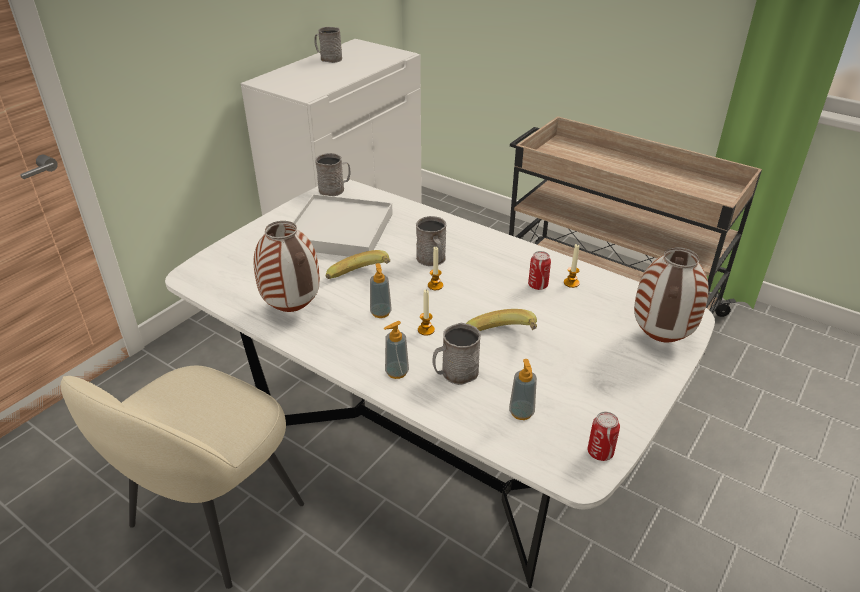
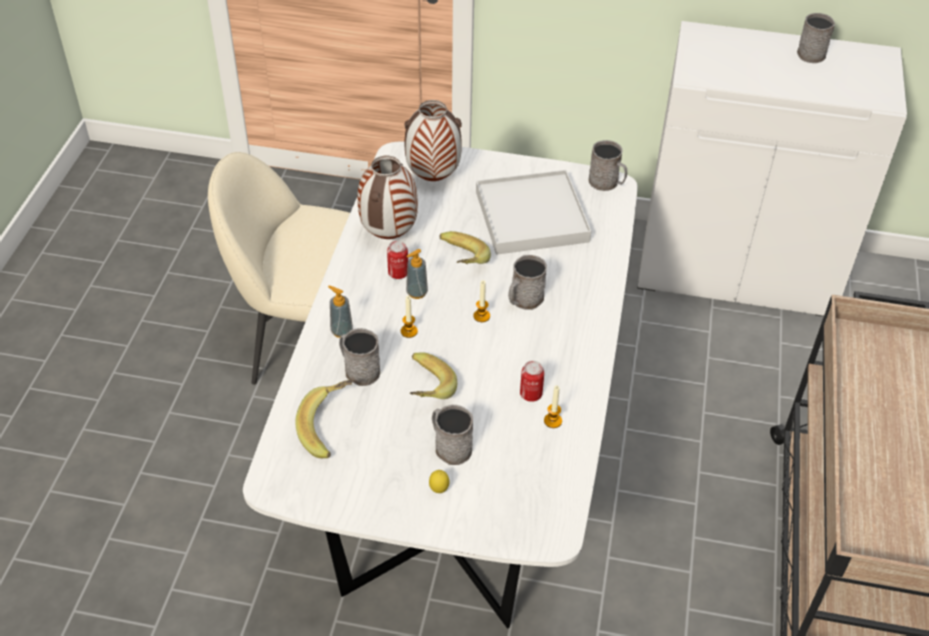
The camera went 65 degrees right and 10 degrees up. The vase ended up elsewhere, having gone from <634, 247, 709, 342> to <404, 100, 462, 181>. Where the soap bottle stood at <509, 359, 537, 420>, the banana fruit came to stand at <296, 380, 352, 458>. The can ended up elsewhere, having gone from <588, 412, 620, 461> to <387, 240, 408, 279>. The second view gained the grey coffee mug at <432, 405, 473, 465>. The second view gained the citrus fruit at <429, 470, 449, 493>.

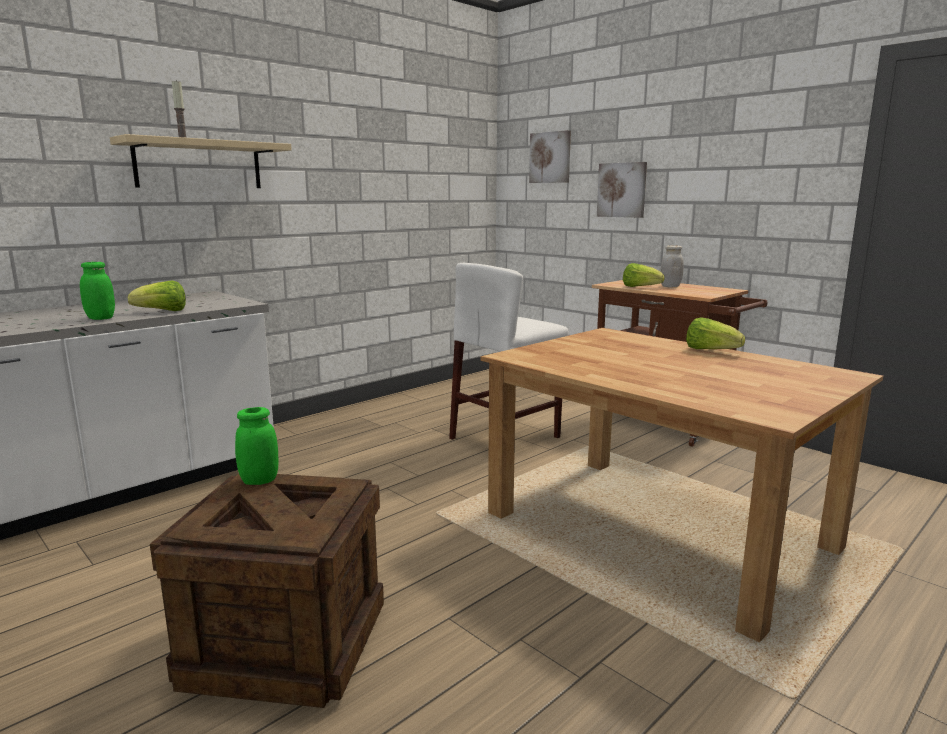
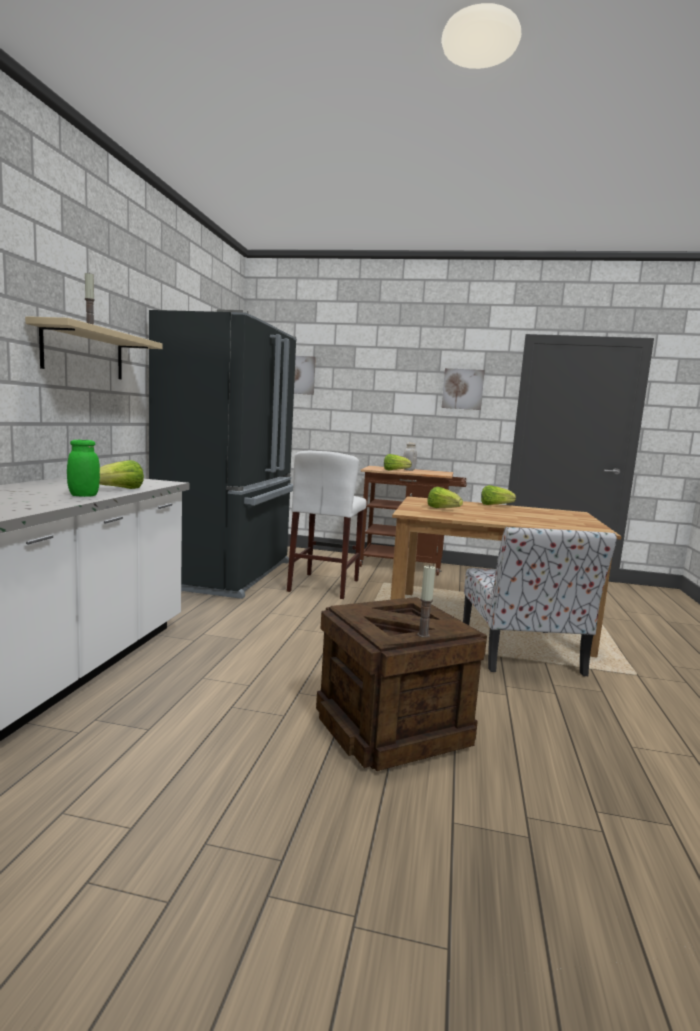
The camera went 35 degrees left and 5 degrees down. The picture ended up elsewhere, having gone from <597, 162, 647, 218> to <442, 368, 485, 410>. The second view lost the green storage jar at <235, 407, 279, 485>. The second view gained the black kitchen fridge at <149, 309, 297, 599>. The second view gained the head of lettuce at <427, 487, 463, 508>. The second view gained the plain chair at <463, 527, 617, 676>. The second view gained the candle at <418, 565, 435, 638>.

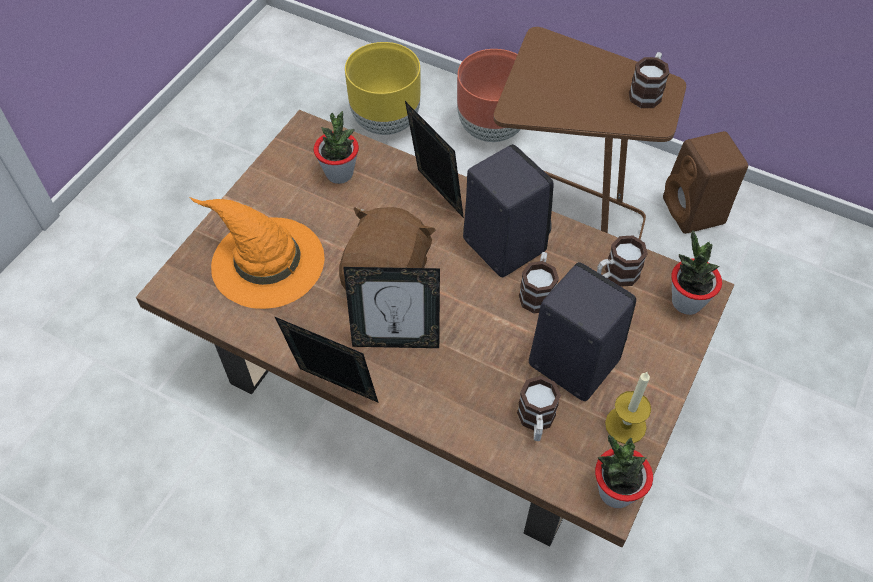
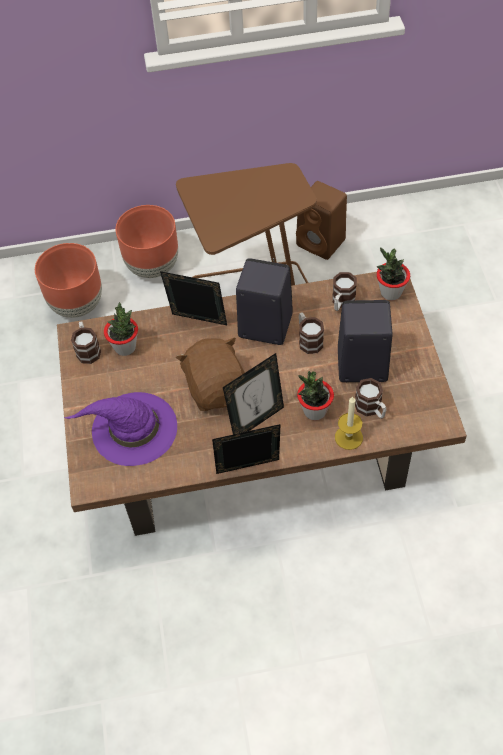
The camera went 35 degrees left and 0 degrees up. What was the yellow-coloured plant pot at <345, 42, 421, 135> turned into the brown-coloured plant pot at <35, 243, 102, 318>. The coffee mug ended up elsewhere, having gone from <629, 52, 669, 108> to <71, 321, 101, 364>. What was the orange clothing hat at <190, 197, 324, 309> turned into the purple clothing hat at <64, 392, 177, 466>. The candle ended up elsewhere, having gone from <605, 371, 651, 444> to <335, 396, 363, 450>. The houseplant ended up elsewhere, having gone from <595, 435, 653, 508> to <297, 371, 334, 420>.

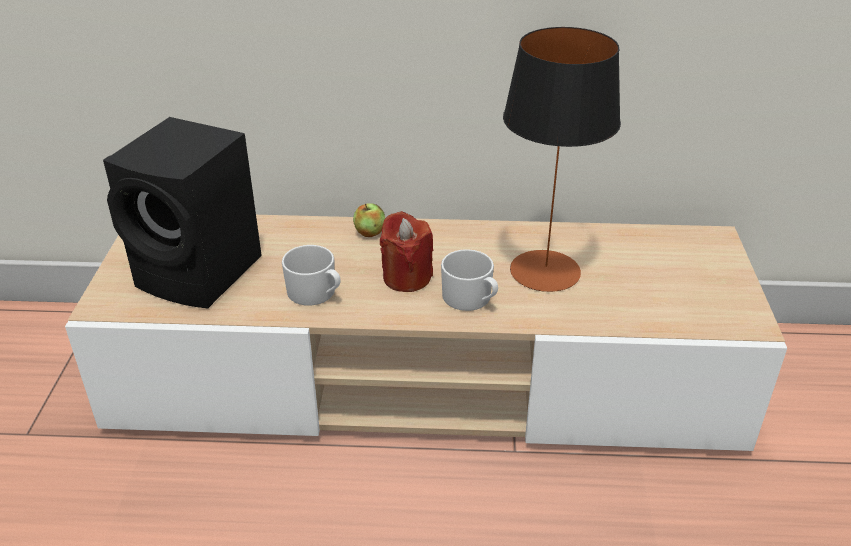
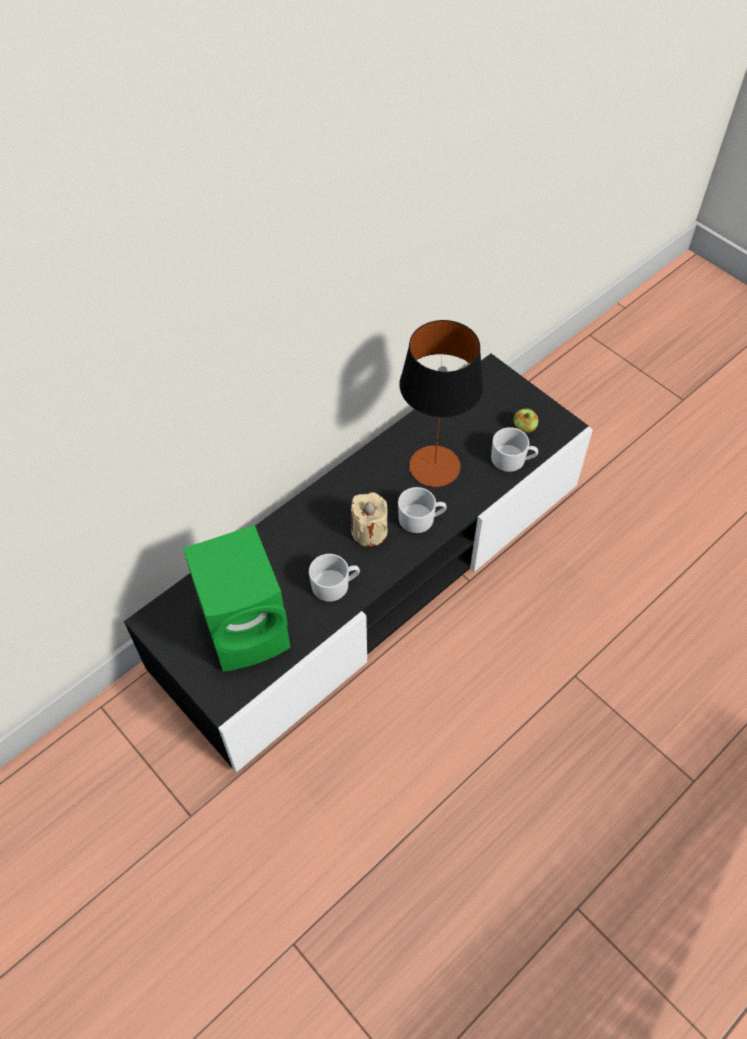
The camera went 45 degrees left and 20 degrees up. What was the black audio speaker at <103, 117, 262, 308> turned into the green audio speaker at <183, 525, 291, 672>. The apple fruit ended up elsewhere, having gone from <353, 204, 385, 237> to <514, 408, 538, 433>. What was the red-coloured candle at <380, 212, 433, 292> turned into the beige candle at <351, 492, 387, 547>. What was the beige media console at <65, 215, 787, 451> turned into the black media console at <124, 354, 593, 772>. The second view gained the white coffee mug at <491, 427, 538, 472>.

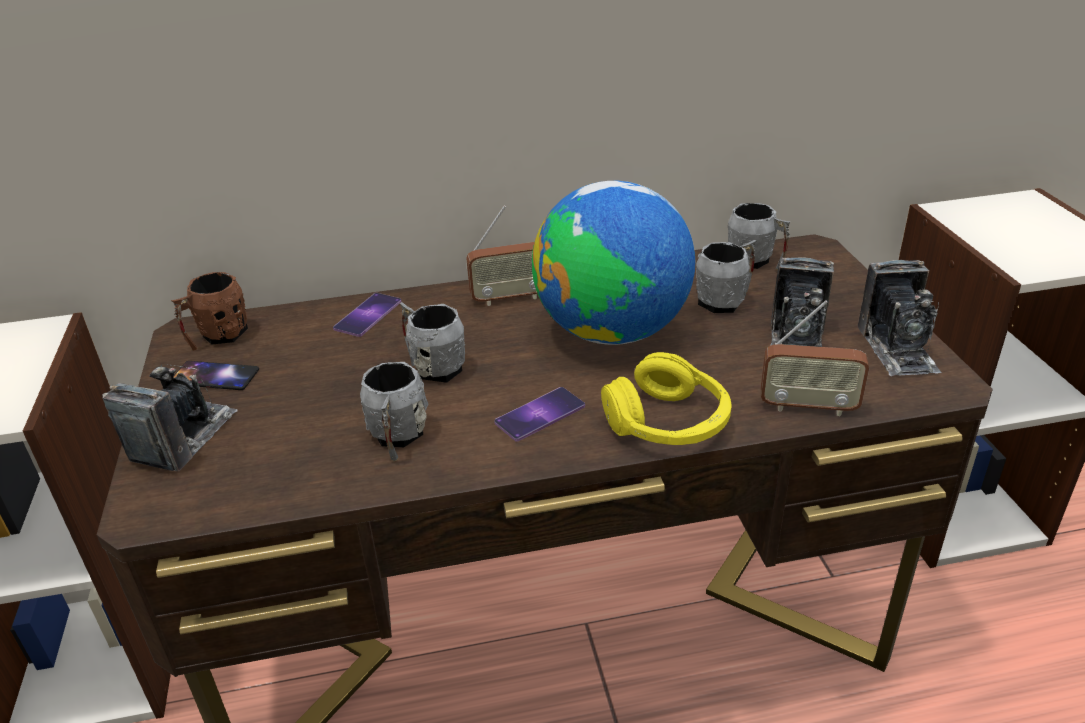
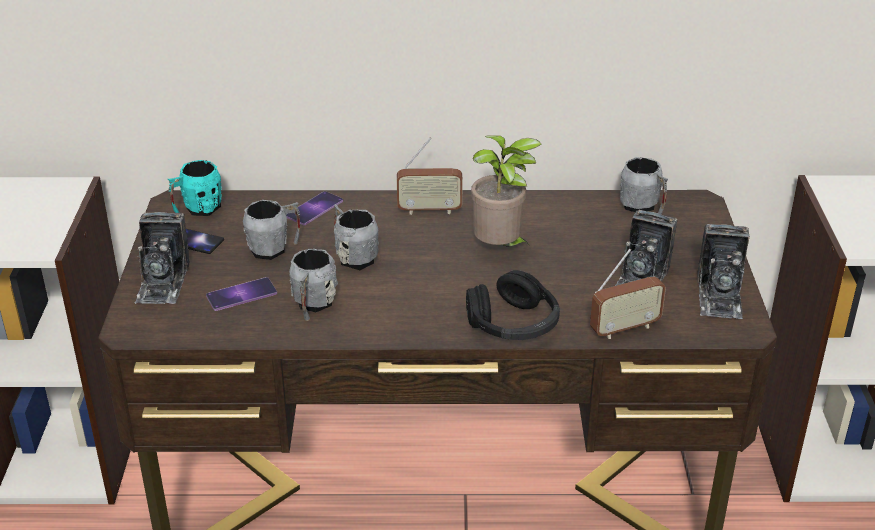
The camera went 10 degrees right and 0 degrees up. Where the globe stood at <532, 181, 696, 345>, the houseplant came to stand at <471, 135, 542, 247>. The grey coffee mug ended up elsewhere, having gone from <696, 240, 756, 313> to <243, 200, 300, 260>. What was the brown-coloured coffee mug at <171, 272, 248, 350> turned into the turquoise-coloured coffee mug at <168, 160, 222, 216>. The radio at <761, 300, 869, 416> ended up facing another way, 45 degrees counterclockwise from before. What was the yellow-coloured headphones at <601, 352, 732, 445> turned into the black headphones at <466, 270, 560, 340>. The still camera at <102, 364, 238, 472> ended up facing another way, 150 degrees clockwise from before. The handset ended up elsewhere, having gone from <494, 387, 585, 442> to <206, 277, 277, 311>.

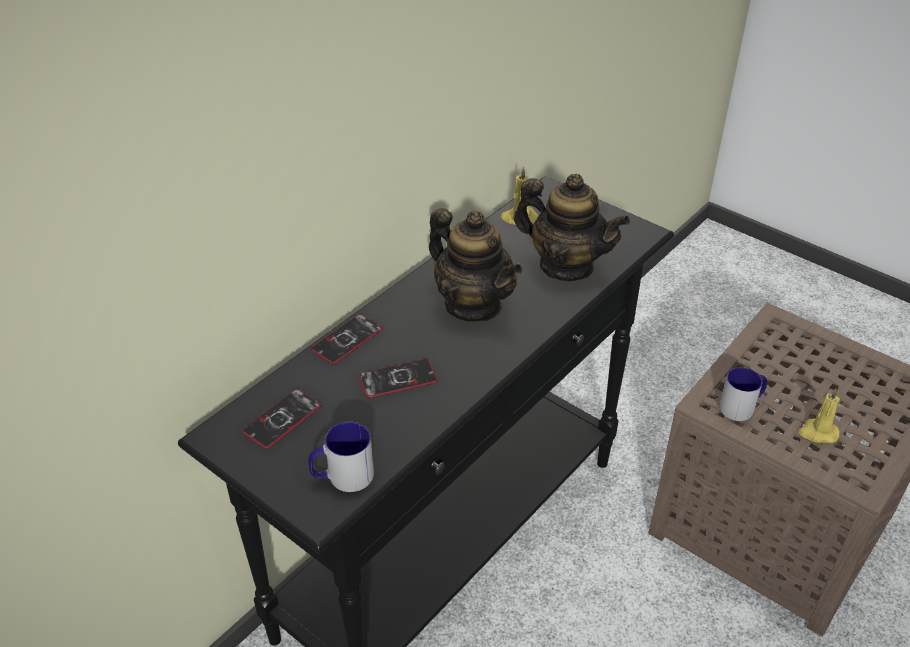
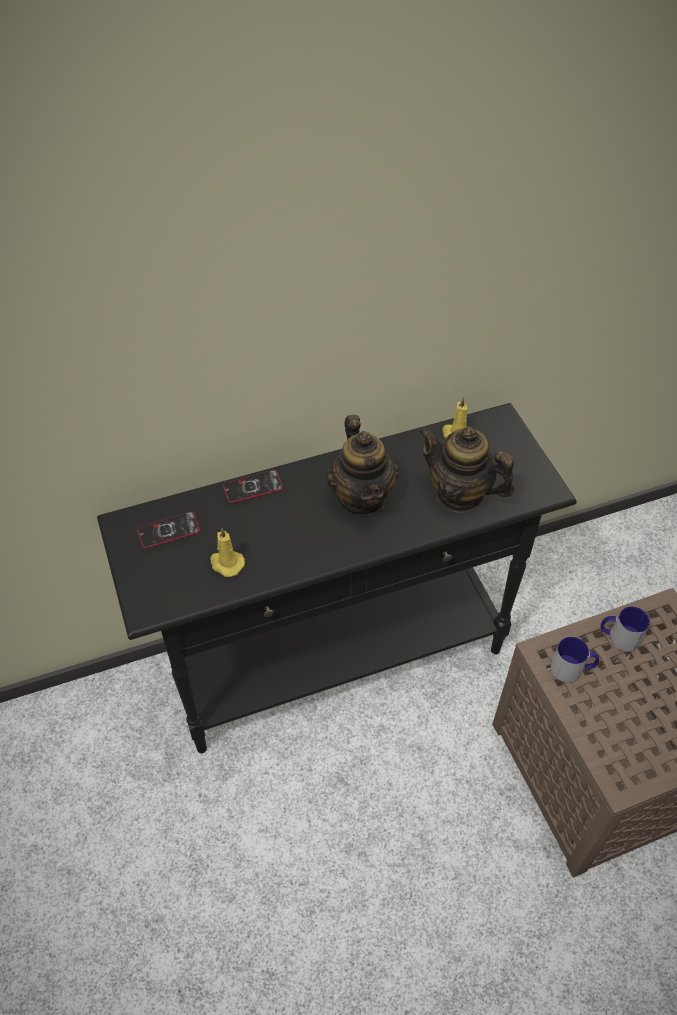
The camera went 30 degrees right and 10 degrees up. The teapot at <514, 174, 630, 281> ended up facing another way, 150 degrees clockwise from before. The second view lost the handset at <358, 358, 438, 398>. The yellow-coloured candle ended up elsewhere, having gone from <799, 388, 840, 443> to <210, 528, 245, 577>. The coffee mug ended up elsewhere, having gone from <308, 422, 374, 492> to <601, 606, 650, 651>.

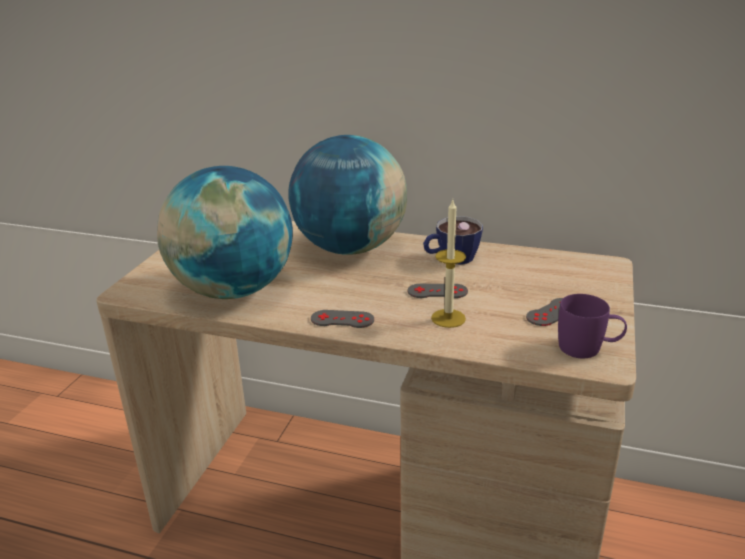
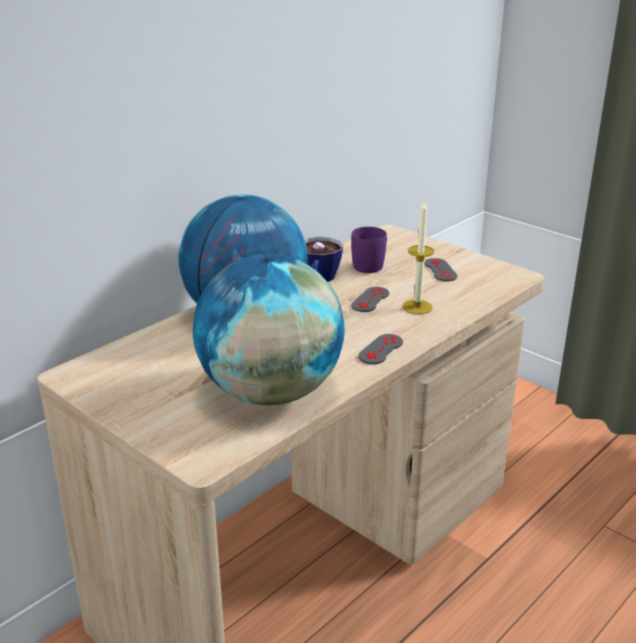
The camera went 65 degrees left and 0 degrees up. The purple coffee mug ended up elsewhere, having gone from <558, 294, 627, 359> to <351, 227, 387, 273>.

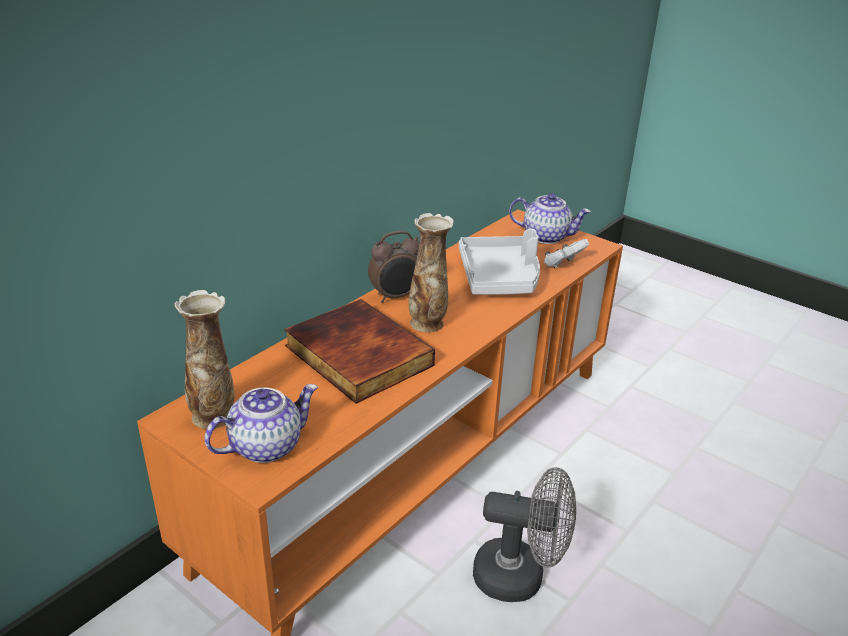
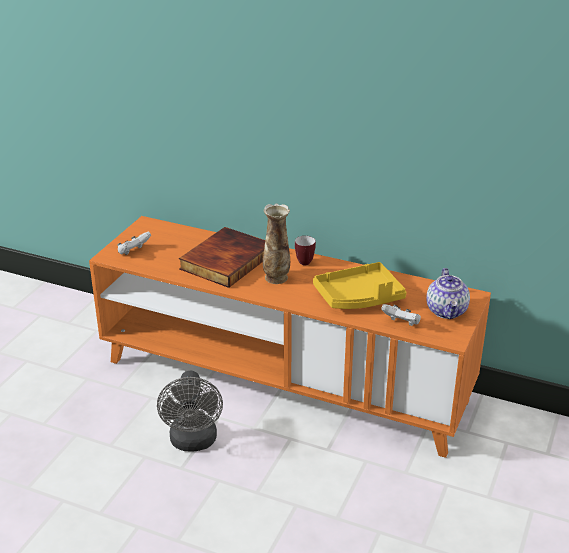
The camera went 75 degrees right and 0 degrees up. What was the grey tray at <459, 229, 540, 295> turned into the yellow-coloured tray at <313, 262, 407, 309>. Where the alarm clock stood at <368, 231, 419, 303>, the coffee mug came to stand at <295, 236, 316, 265>. The second view lost the vase at <174, 290, 234, 429>. Where the teapot stood at <204, 384, 318, 463>, the white joypad came to stand at <117, 232, 151, 255>.

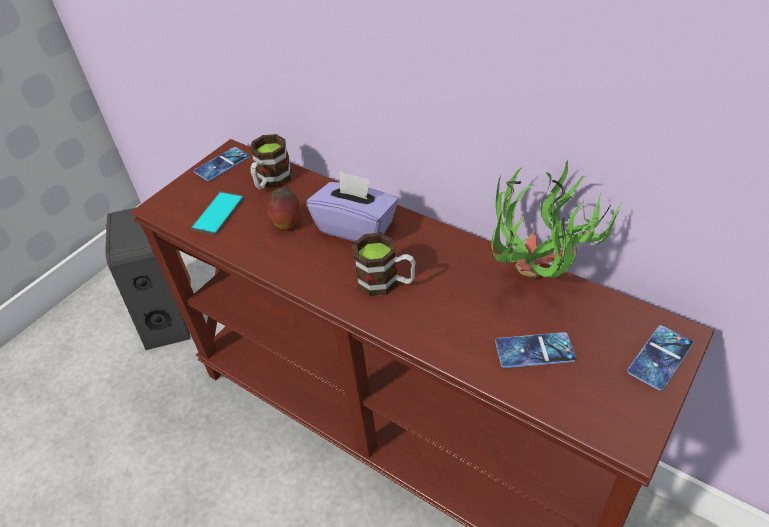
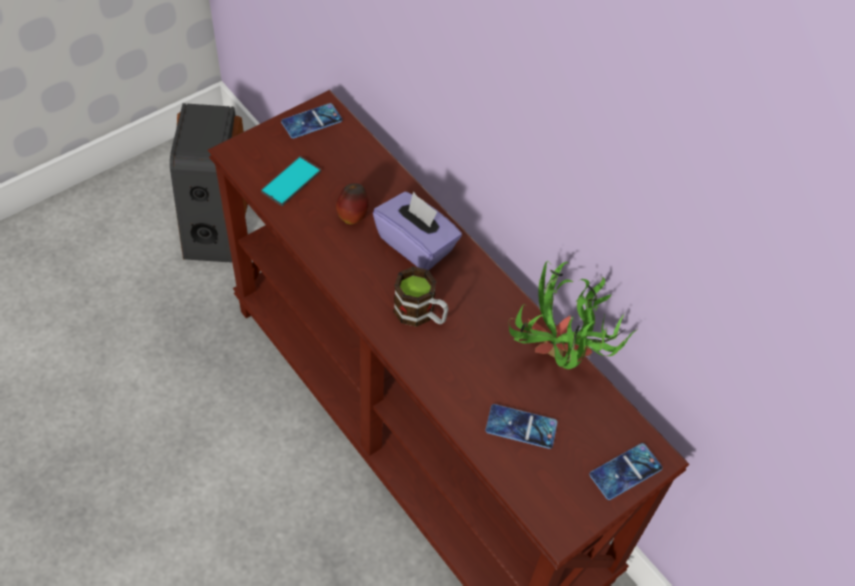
The camera went 10 degrees right and 10 degrees up. The second view lost the coffee mug at <250, 134, 292, 190>.

